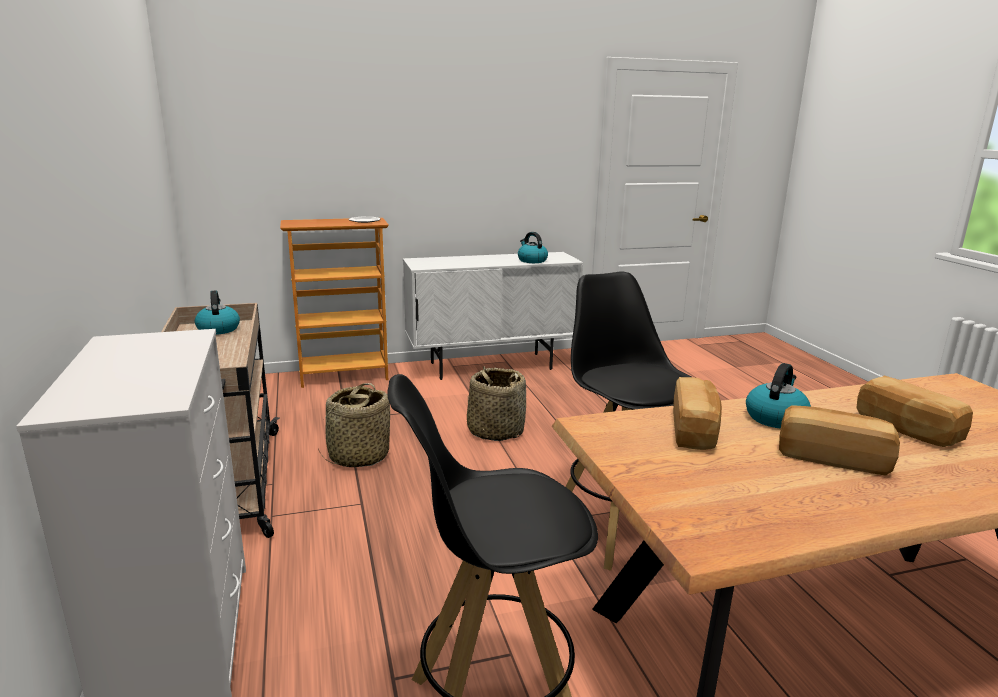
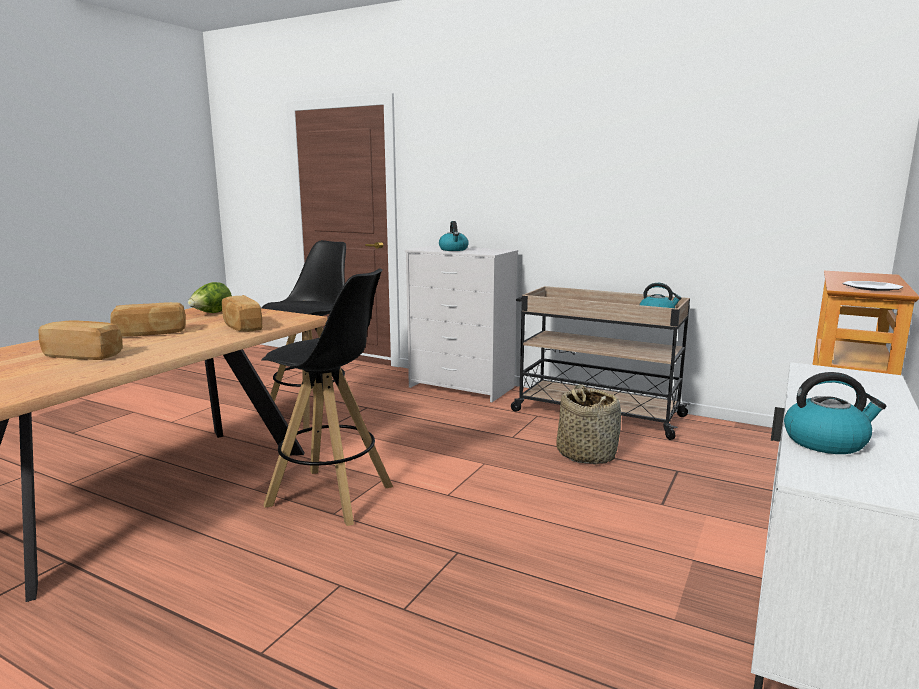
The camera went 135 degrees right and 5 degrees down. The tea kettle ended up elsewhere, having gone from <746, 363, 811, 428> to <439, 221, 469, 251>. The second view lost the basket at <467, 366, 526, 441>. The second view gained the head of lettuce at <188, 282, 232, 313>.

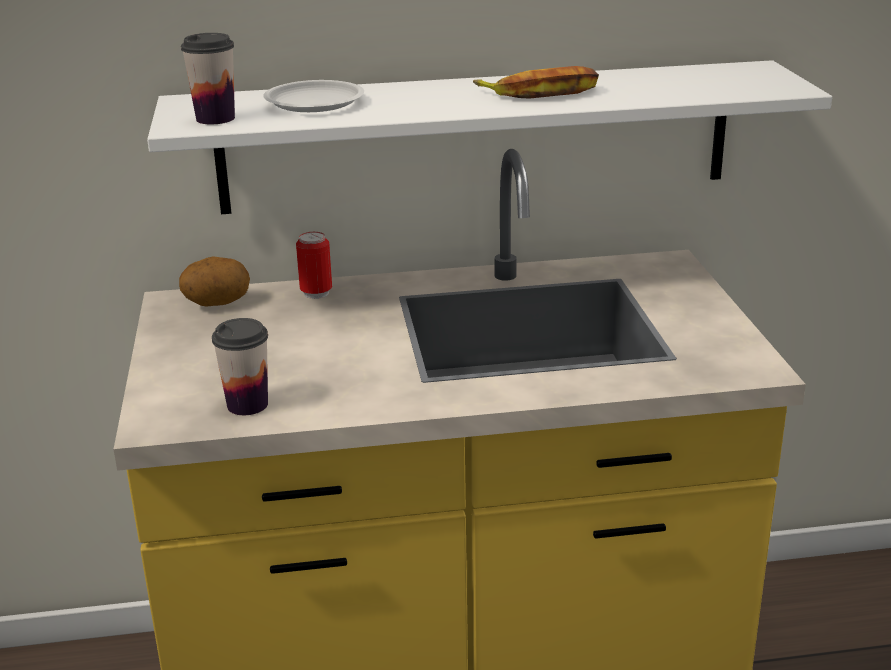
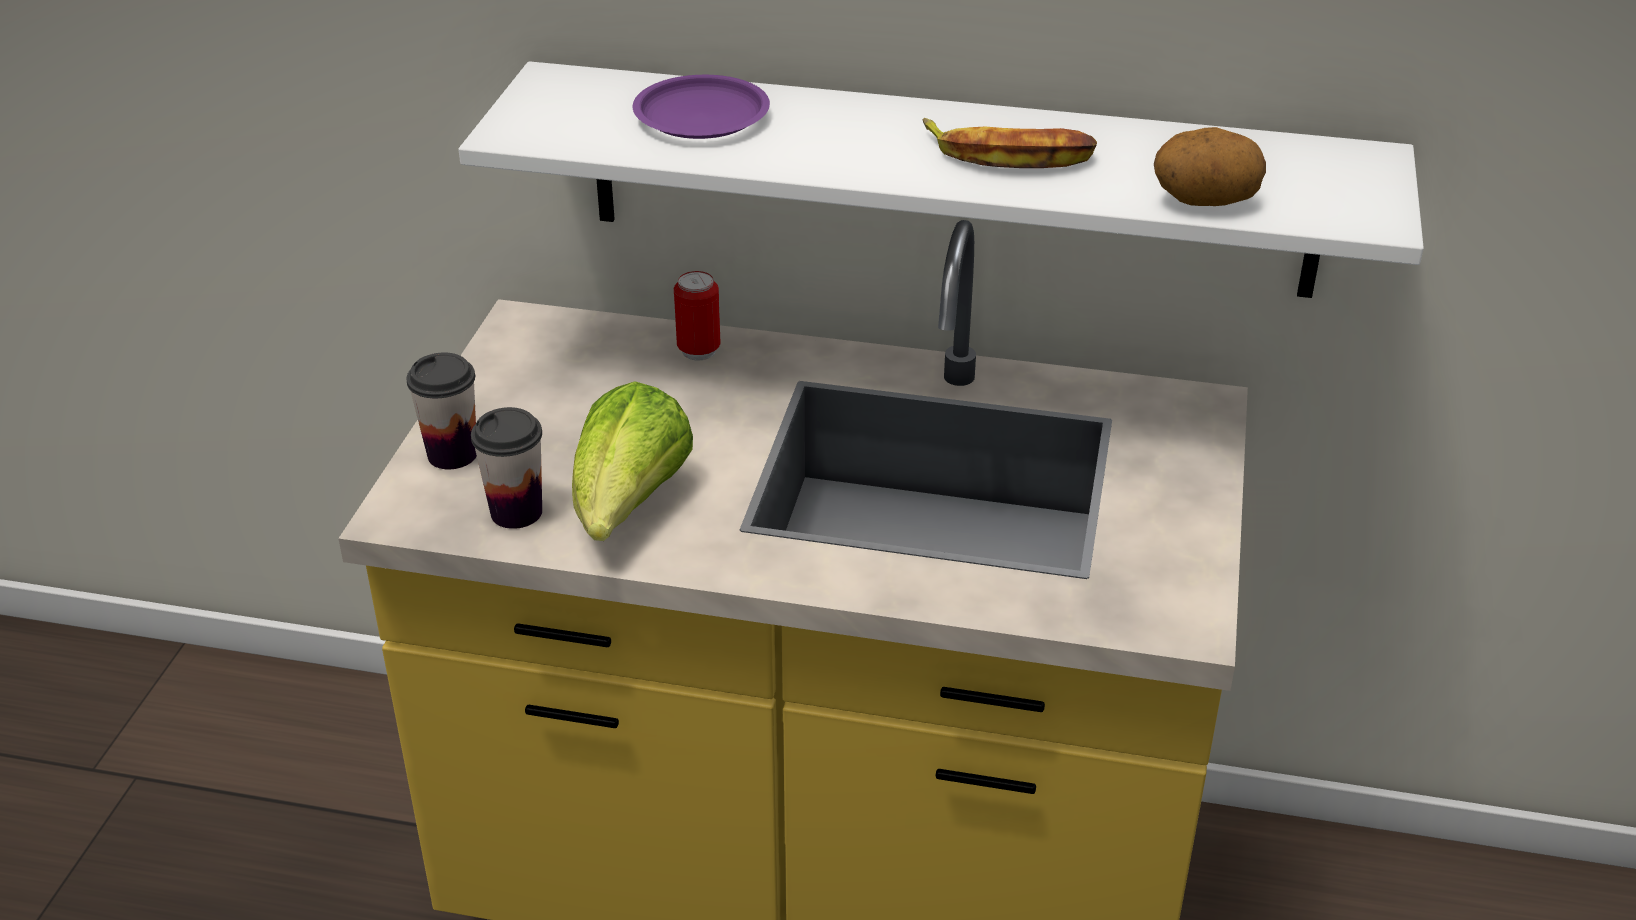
The camera went 20 degrees right and 10 degrees up. The small cup ended up elsewhere, having gone from <181, 33, 235, 124> to <406, 353, 477, 469>. What was the white plate at <263, 80, 364, 112> turned into the purple plate at <633, 75, 770, 139>. The spud ended up elsewhere, having gone from <179, 256, 250, 307> to <1154, 127, 1266, 206>. The second view gained the head of lettuce at <572, 381, 693, 541>.

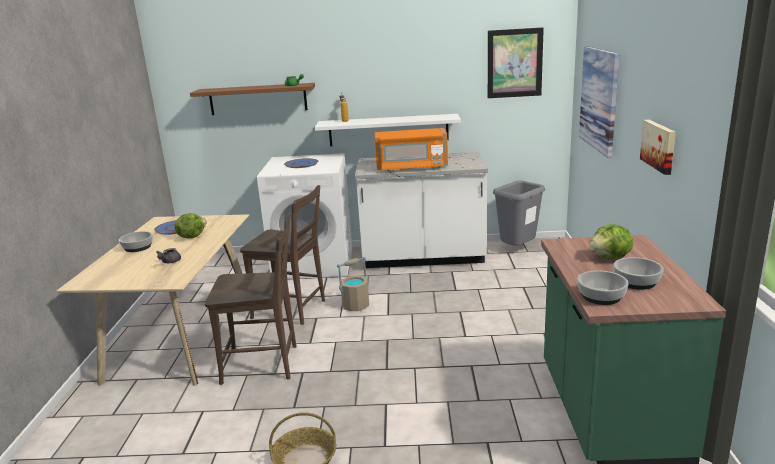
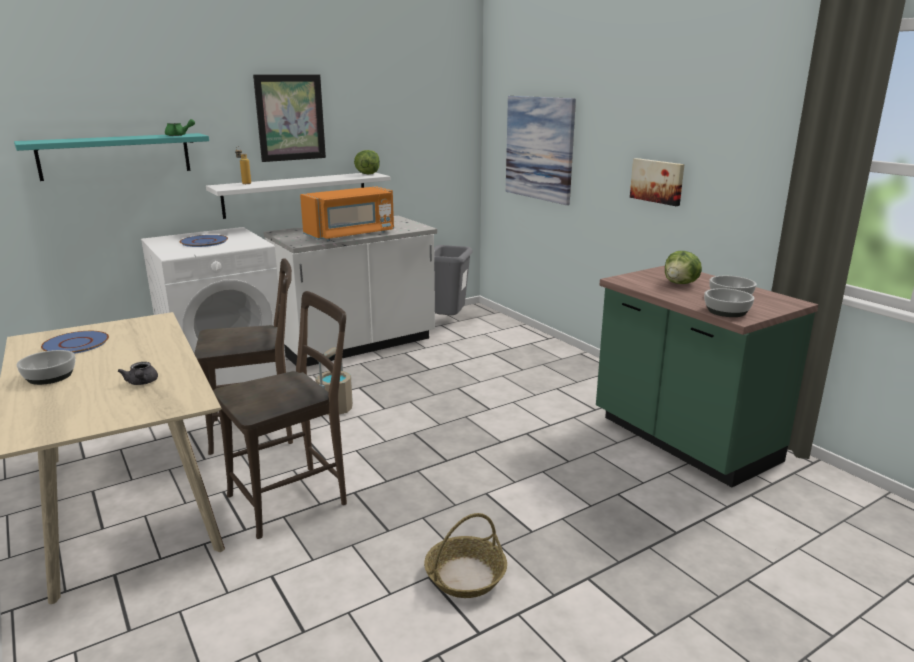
The camera went 35 degrees left and 0 degrees up. The picture ended up elsewhere, having gone from <488, 27, 544, 98> to <253, 75, 326, 162>. What was the brown-coloured wall shelf at <190, 83, 315, 115> turned into the turquoise-coloured wall shelf at <14, 133, 209, 181>. The head of lettuce ended up elsewhere, having gone from <175, 213, 207, 239> to <354, 150, 380, 175>.

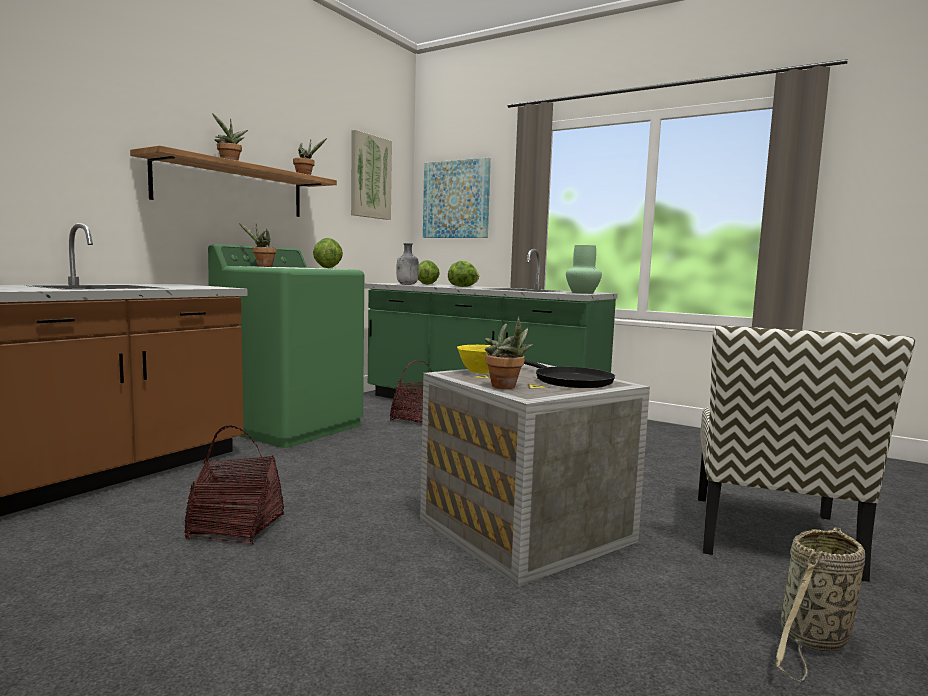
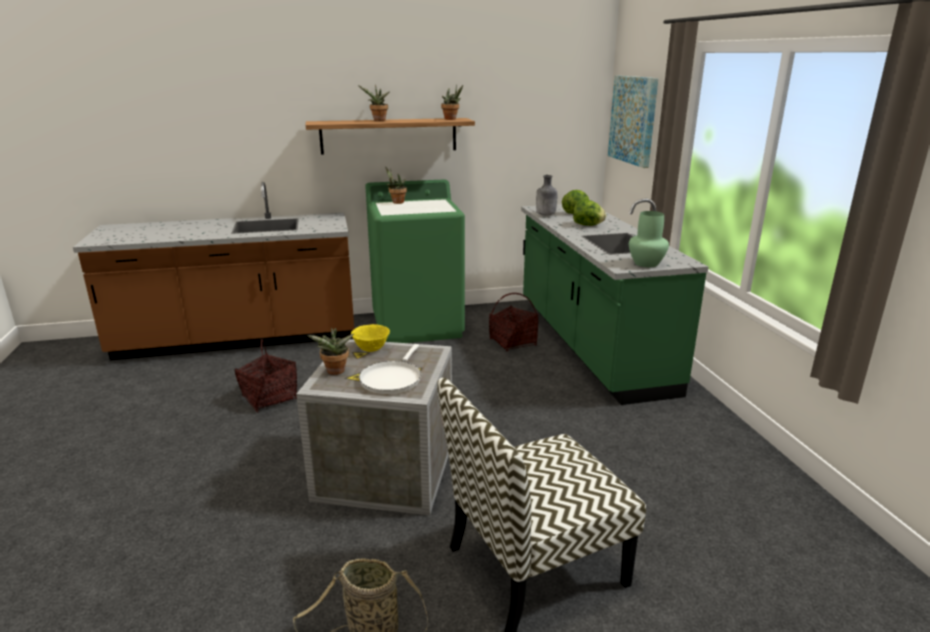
The camera went 45 degrees right and 15 degrees up. The second view lost the picture at <351, 130, 392, 220>. The second view lost the head of lettuce at <313, 238, 343, 268>. What was the black frying pan at <524, 360, 615, 388> turned into the white frying pan at <359, 344, 421, 394>.

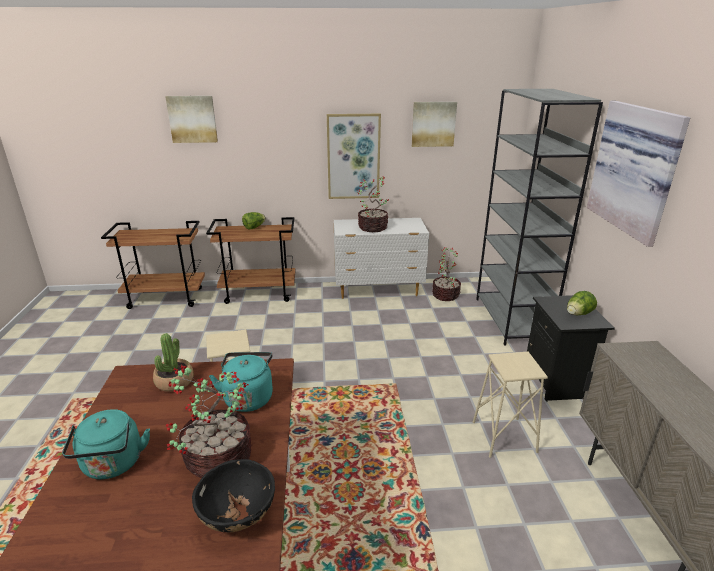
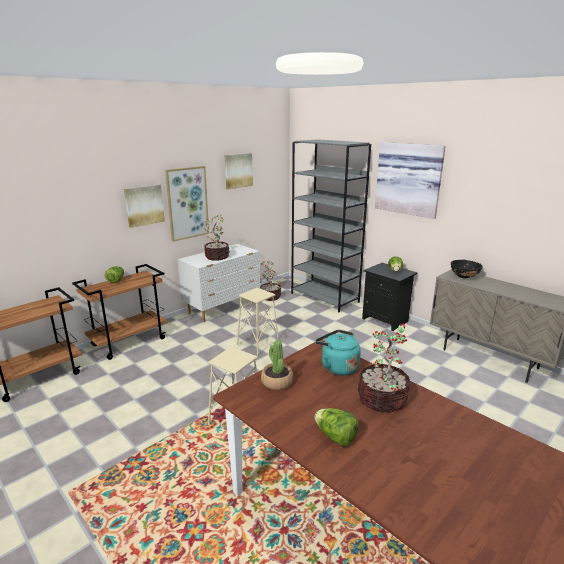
The camera went 40 degrees left and 5 degrees down. The picture ended up elsewhere, having gone from <165, 96, 218, 143> to <124, 184, 165, 228>. The beige stool ended up elsewhere, having gone from <473, 352, 548, 458> to <237, 288, 279, 356>. Where the turquoise-coloured tea kettle stood at <62, 409, 150, 479>, the head of lettuce came to stand at <315, 408, 359, 447>. The black bowl ended up elsewhere, having gone from <192, 459, 275, 532> to <451, 260, 483, 278>.

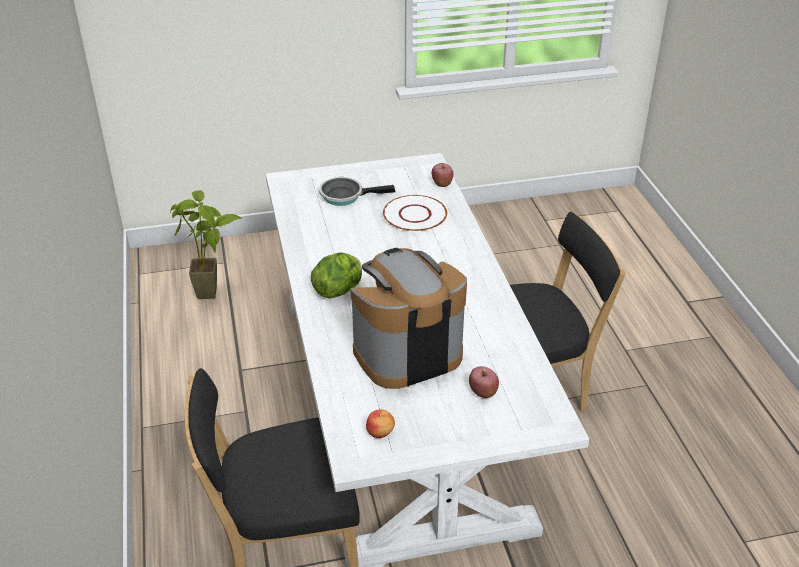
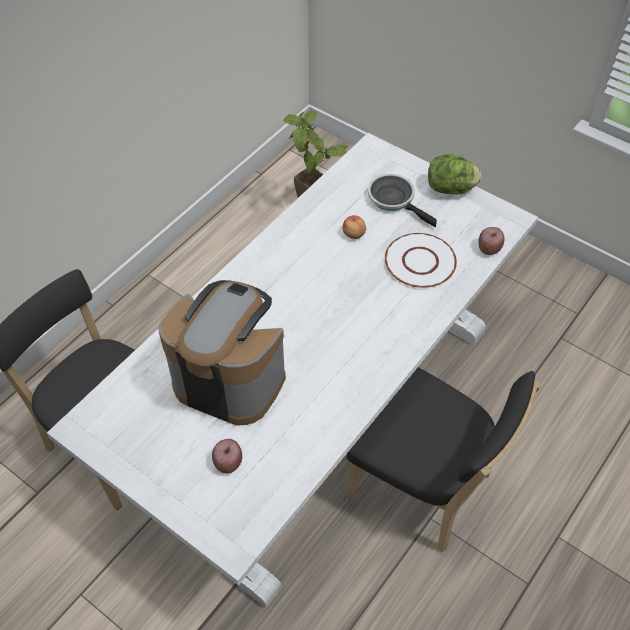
The camera went 50 degrees right and 15 degrees up. The head of lettuce ended up elsewhere, having gone from <311, 252, 362, 299> to <428, 154, 481, 194>. The apple fruit ended up elsewhere, having gone from <366, 410, 395, 438> to <342, 215, 366, 239>.

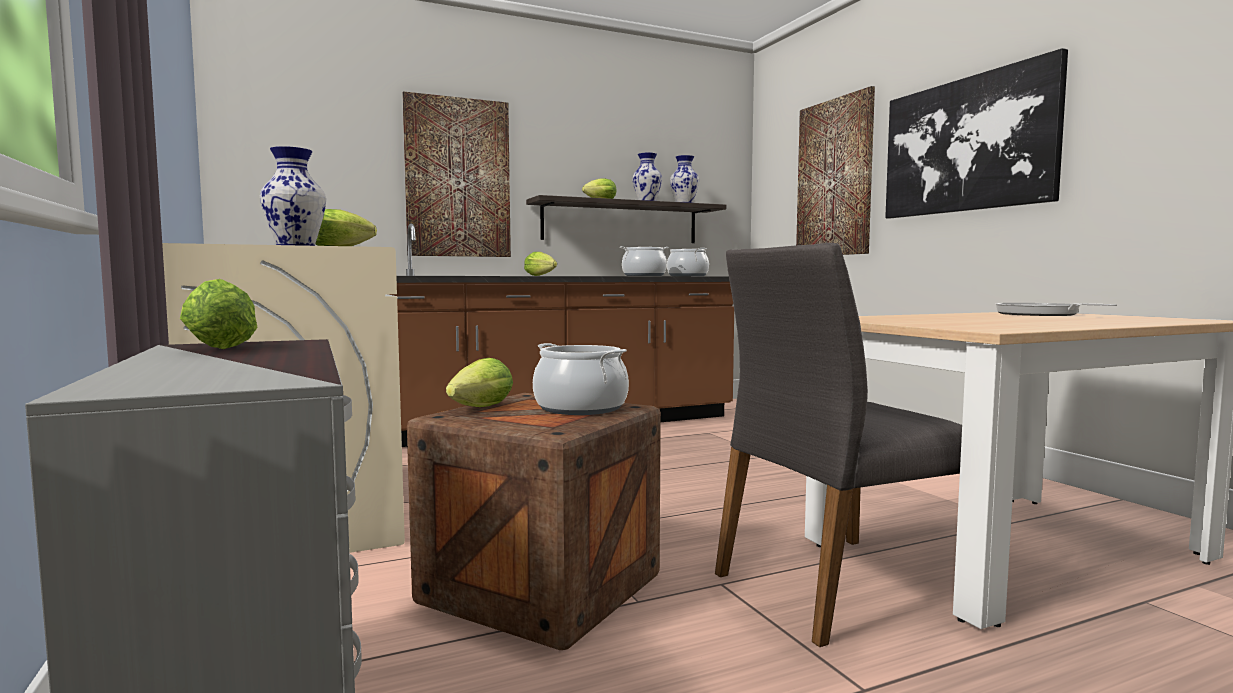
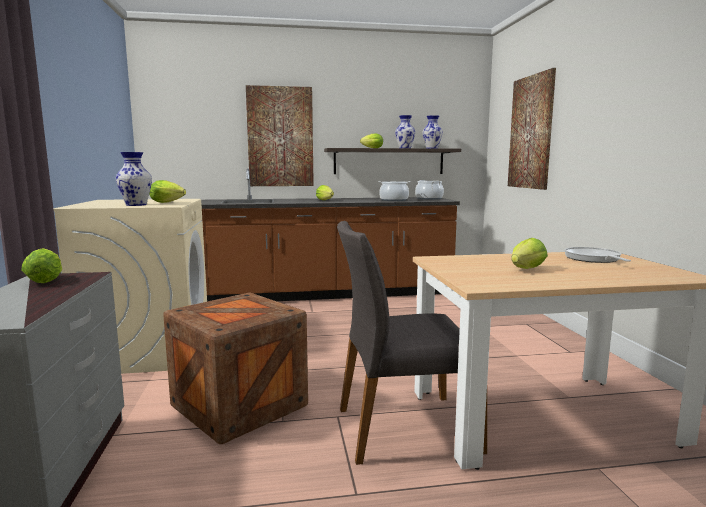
The camera went 15 degrees right and 5 degrees up. The second view lost the picture at <885, 48, 1068, 219>. The second view lost the cooking pot at <533, 343, 629, 415>. The head of lettuce ended up elsewhere, having gone from <446, 358, 513, 407> to <511, 238, 548, 269>.

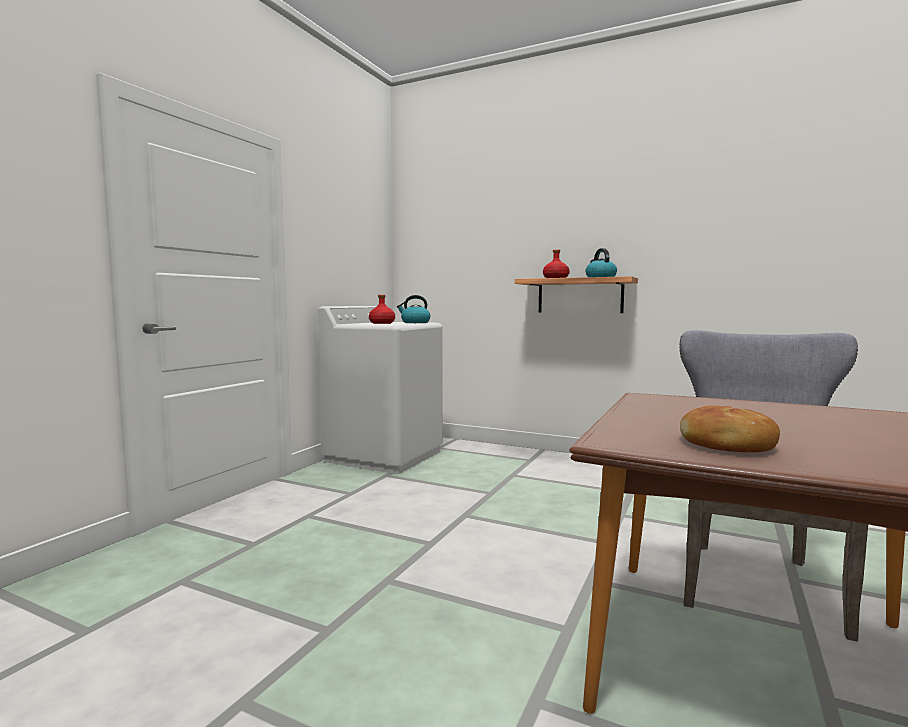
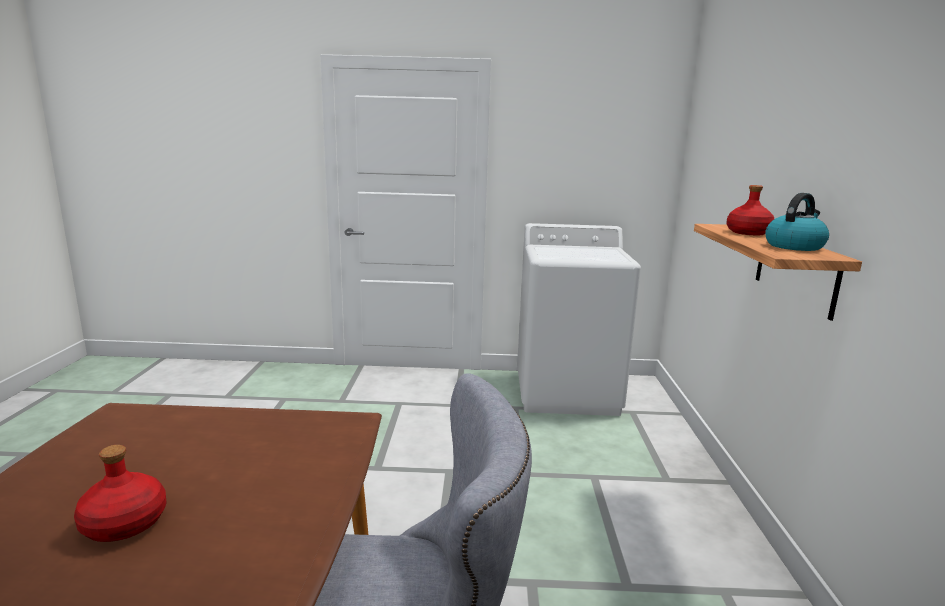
The camera went 65 degrees right and 10 degrees up. The red-coloured beverage bottle ended up elsewhere, having gone from <369, 295, 395, 324> to <74, 445, 167, 542>. The second view lost the tea kettle at <397, 295, 430, 323>. The second view lost the bread at <680, 406, 780, 452>.

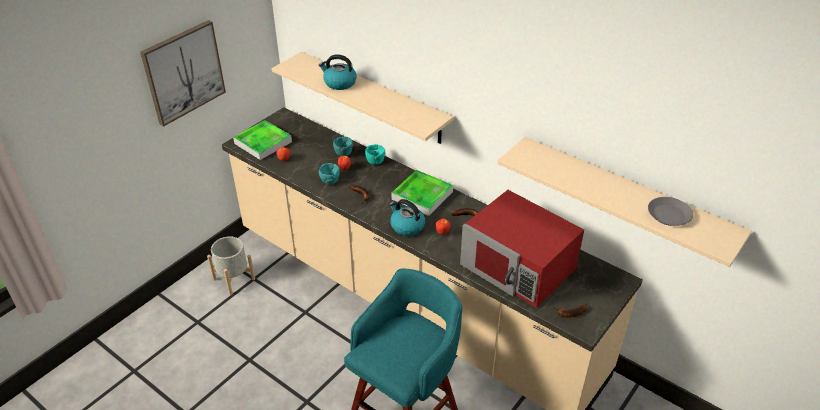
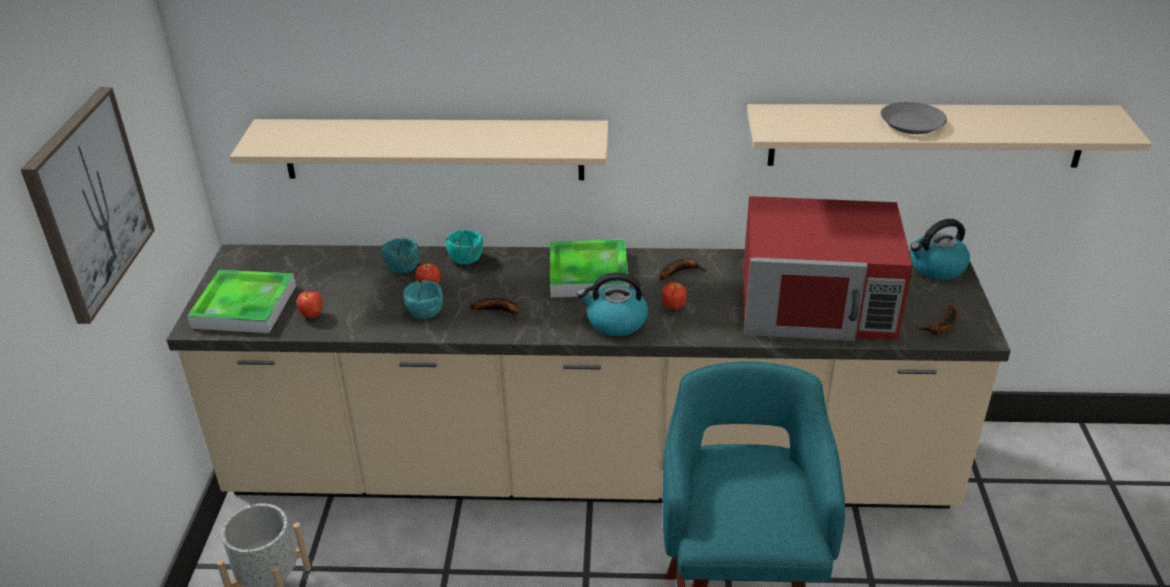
The camera went 35 degrees left and 5 degrees down. The tea kettle ended up elsewhere, having gone from <319, 54, 357, 90> to <910, 219, 970, 280>. The grey plate ended up elsewhere, having gone from <648, 197, 693, 226> to <880, 102, 947, 134>.

